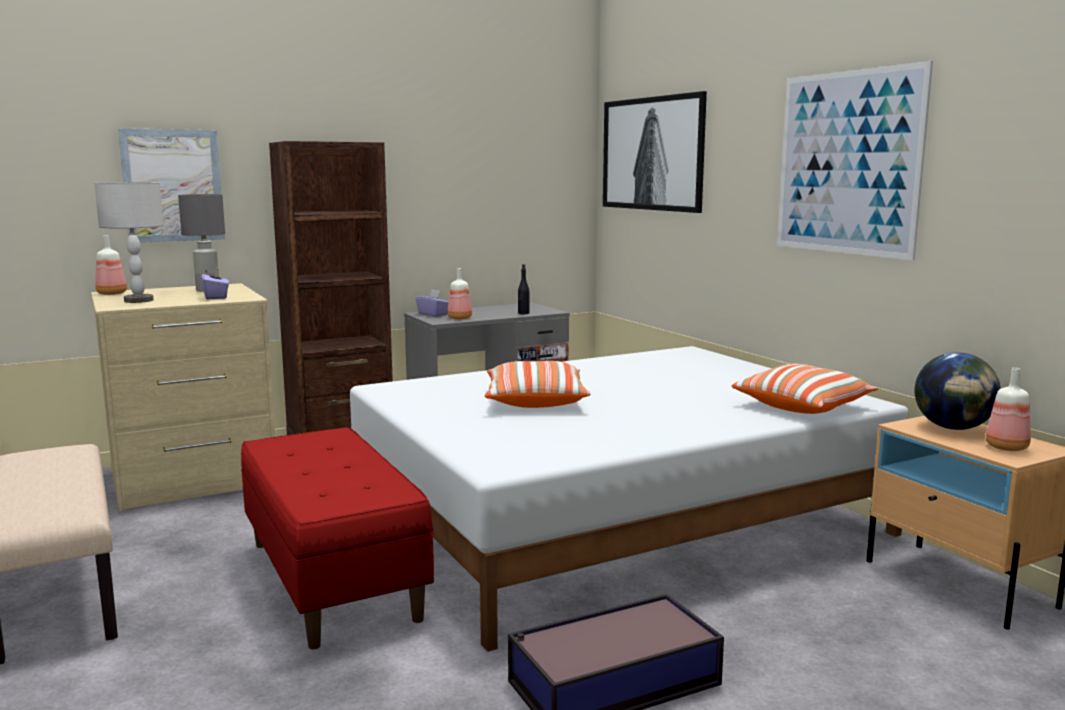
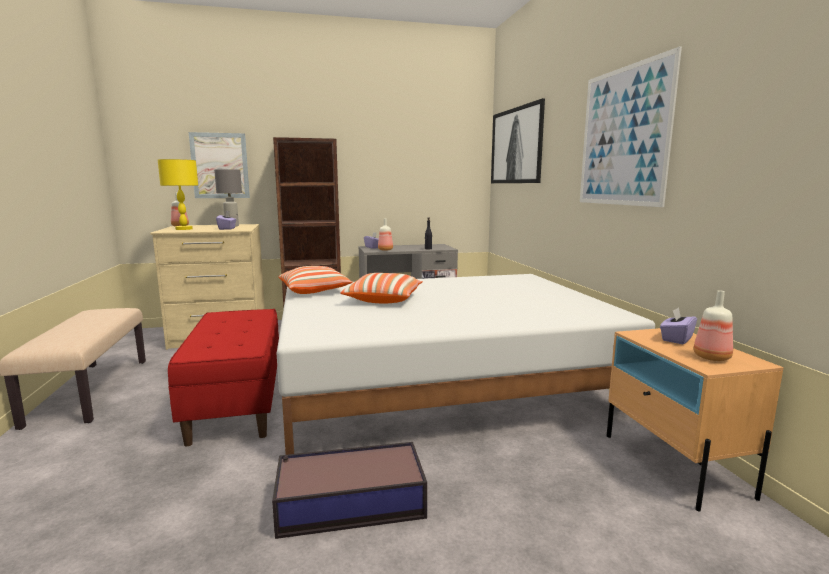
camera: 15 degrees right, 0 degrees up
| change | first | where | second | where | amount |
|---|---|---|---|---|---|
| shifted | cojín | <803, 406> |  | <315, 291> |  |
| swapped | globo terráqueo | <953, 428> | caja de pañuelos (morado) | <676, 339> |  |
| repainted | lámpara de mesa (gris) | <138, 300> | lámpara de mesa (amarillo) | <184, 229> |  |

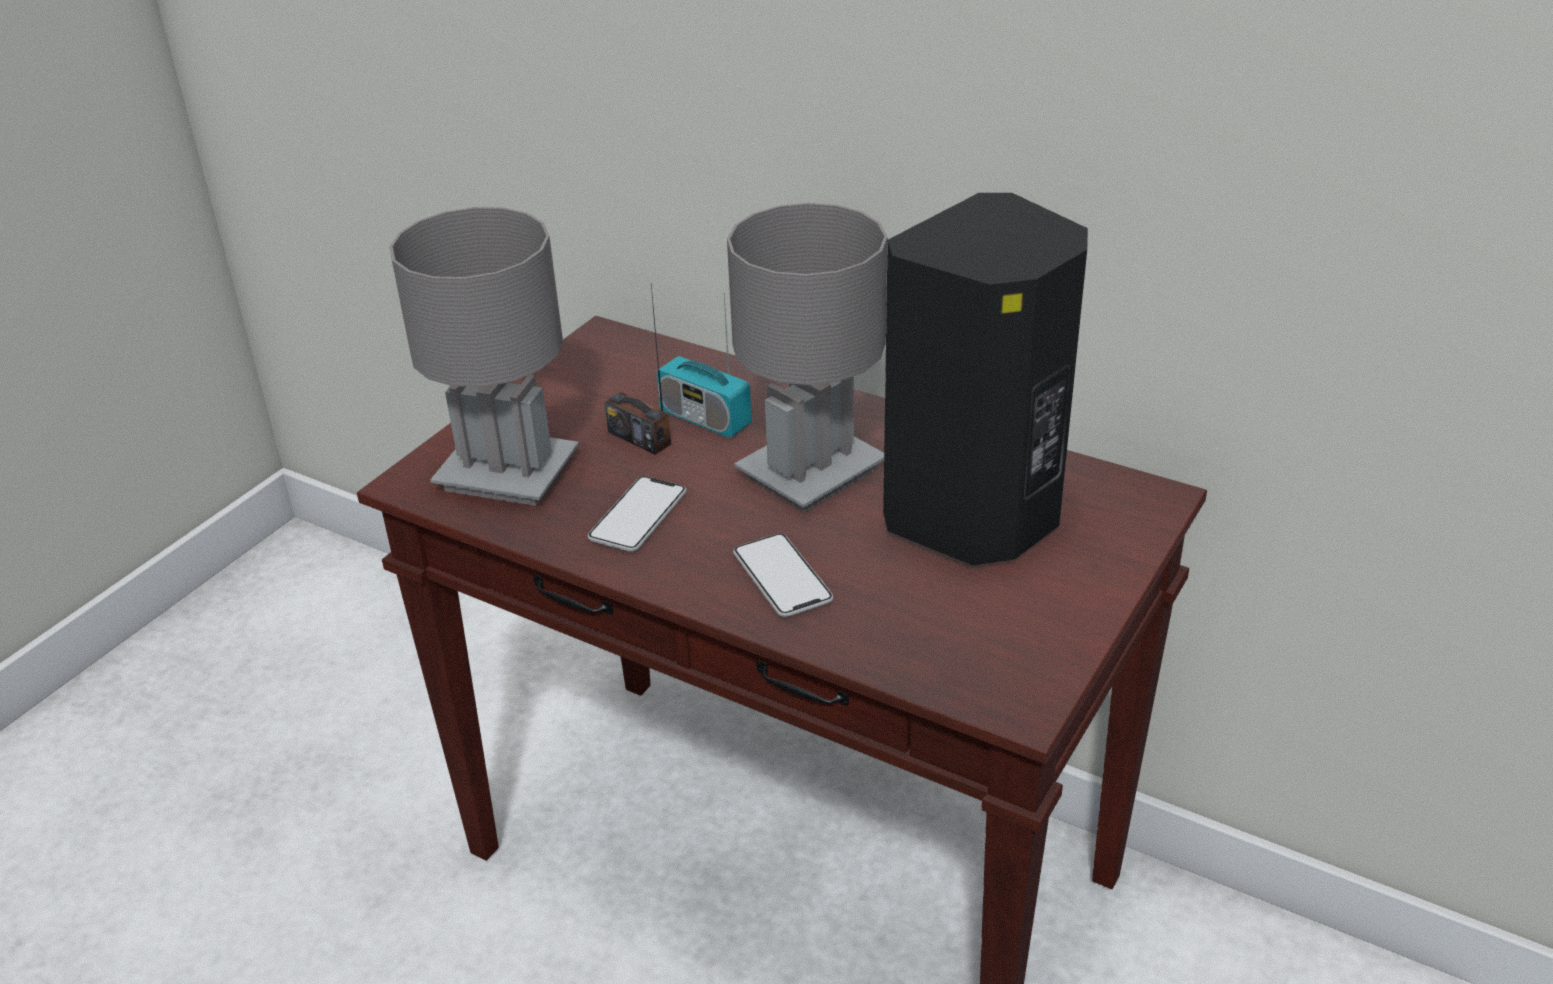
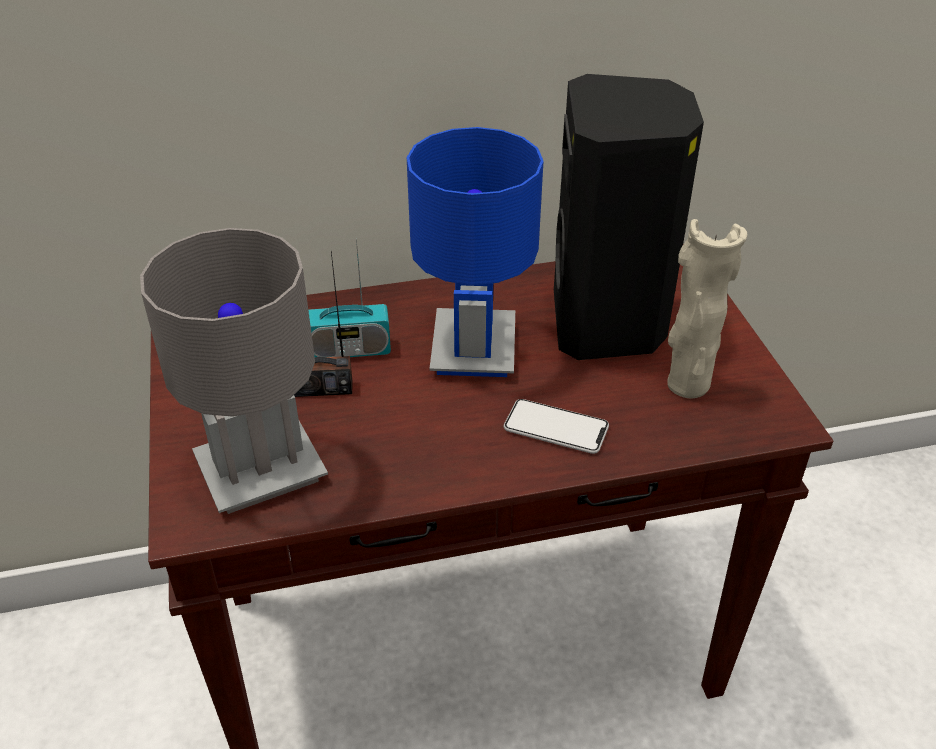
camera: 45 degrees left, 5 degrees up
| change | first | where | second | where | amount |
|---|---|---|---|---|---|
| gone | móvil | <638, 516> |  |  |  |
| new |  |  | florero (beis) | <687, 383> |  |
| repainted | lámpara de mesa (gris) | <812, 474> | lámpara de mesa (azul) | <475, 349> |  |

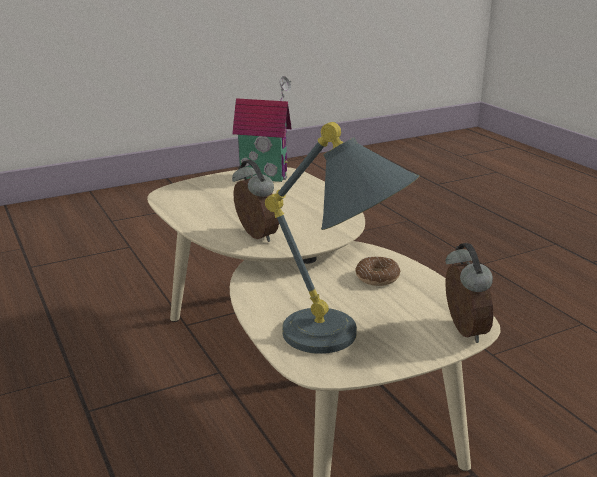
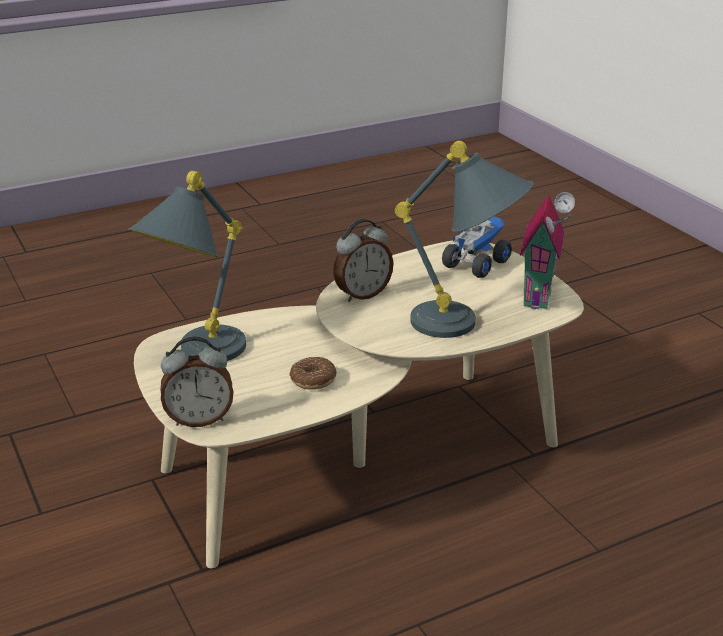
camera: 90 degrees right, 5 degrees up
| change | first | where | second | where | amount |
|---|---|---|---|---|---|
| new |  |  | lámpara de mesa (gris) | <466, 327> |  |
| new |  |  | camión de juguete | <476, 264> |  |

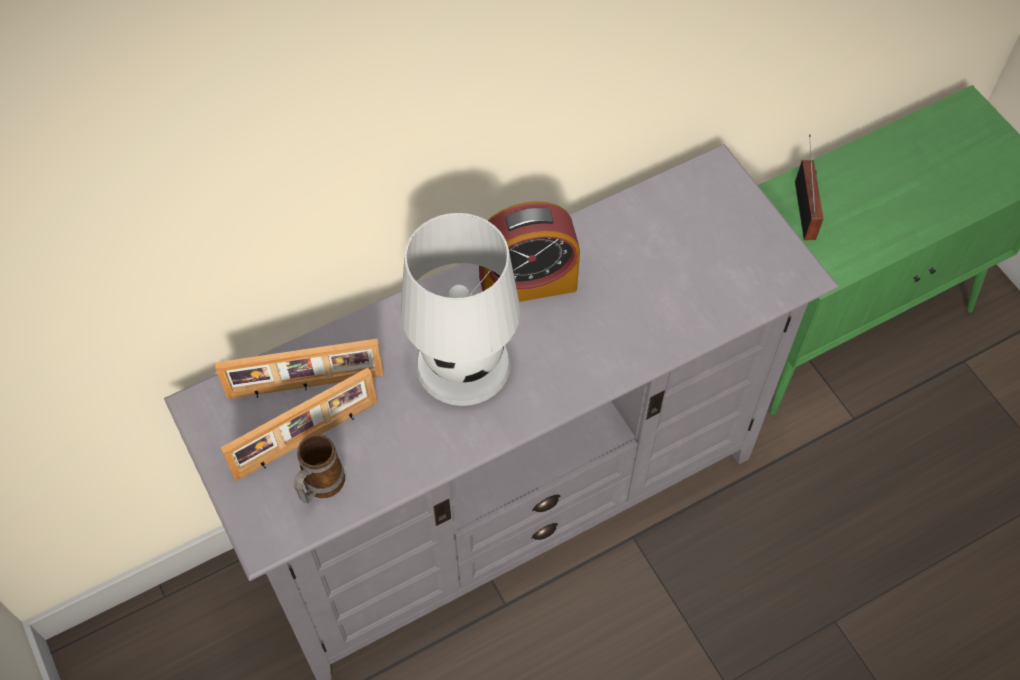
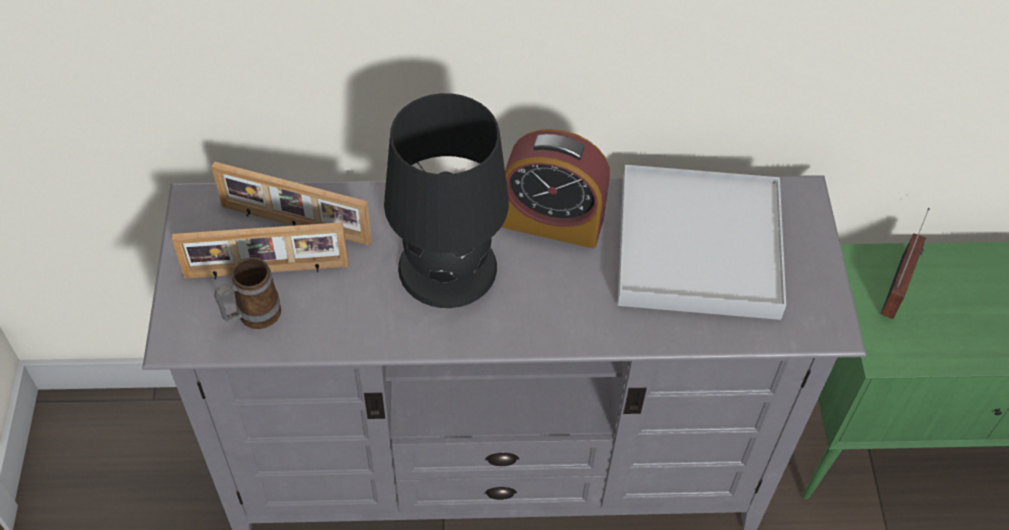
camera: 25 degrees right, 5 degrees down
| change | first | where | second | where | amount |
|---|---|---|---|---|---|
| new |  |  | bandeja (blanco) | <699, 246> |  |
| repainted | lámpara de mesa (blanco) | <463, 362> | lámpara de mesa (negro) | <448, 265> |  |

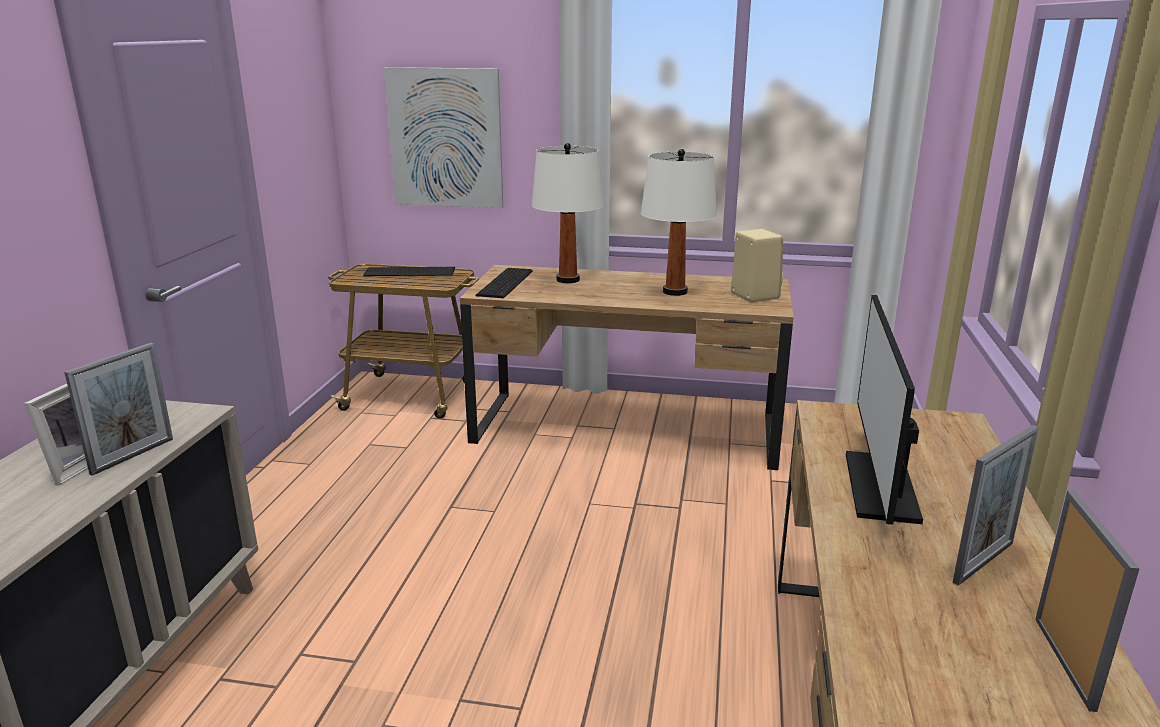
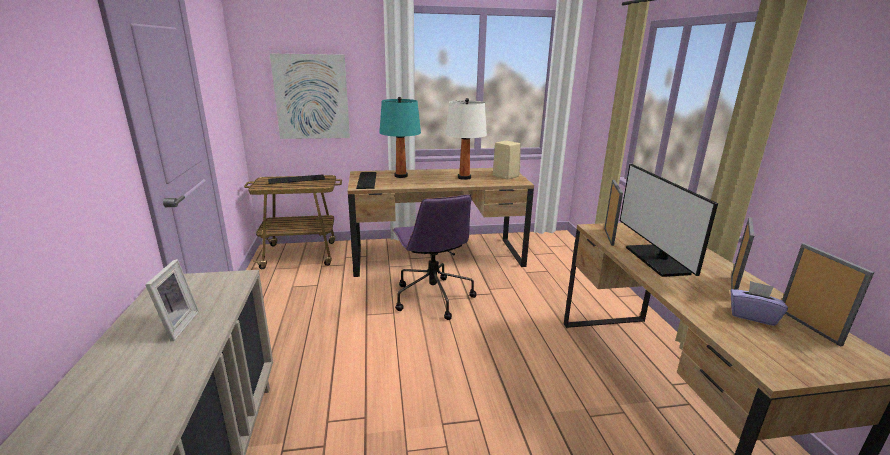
camera: 20 degrees left, 0 degrees up
| change | first | where | second | where | amount |
|---|---|---|---|---|---|
| new |  |  | silla de oficina (morado) | <432, 297> |  |
| new |  |  | caja de pañuelos (morado) | <752, 316> |  |
| shifted | portarretratos | <133, 456> |  | <608, 236> |  |
| repainted | lámpara de mesa (blanco) | <568, 280> | lámpara de mesa (turquesa) | <401, 176> |  |

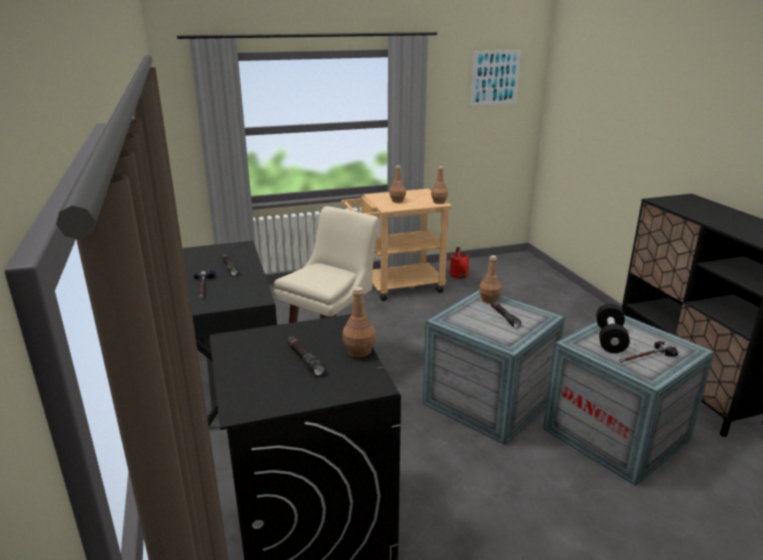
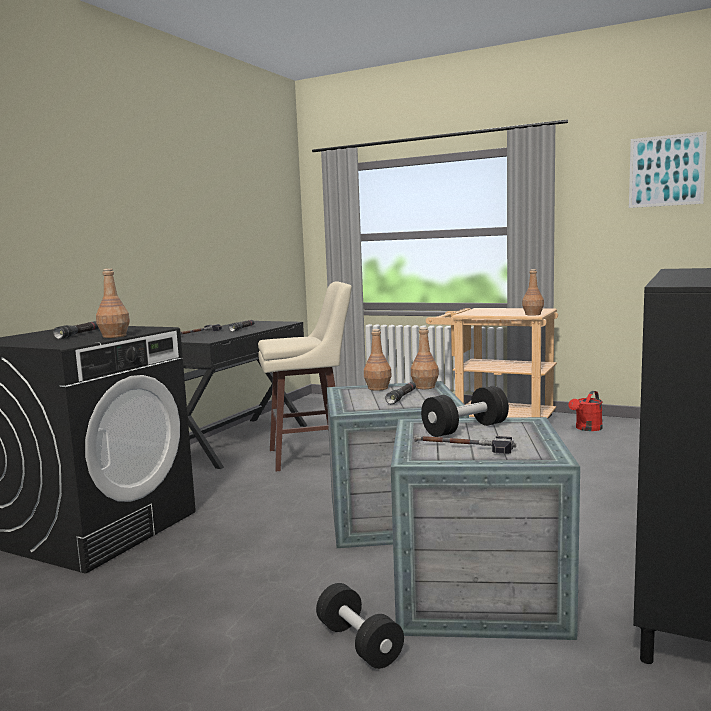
camera: 45 degrees right, 15 degrees down
| change | first | where | second | where | amount |
|---|---|---|---|---|---|
| new |  |  | mancuerna (negro) | <359, 643> |  |
| shifted | botella (marrón) | <397, 201> |  | <377, 388> |  |

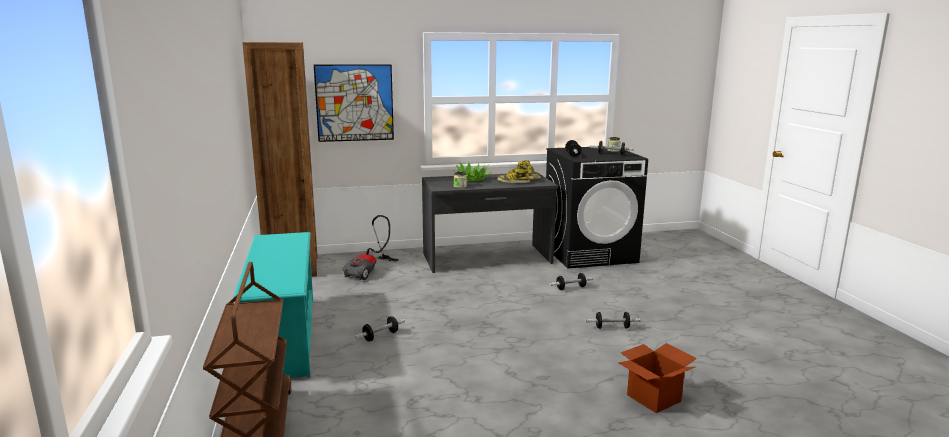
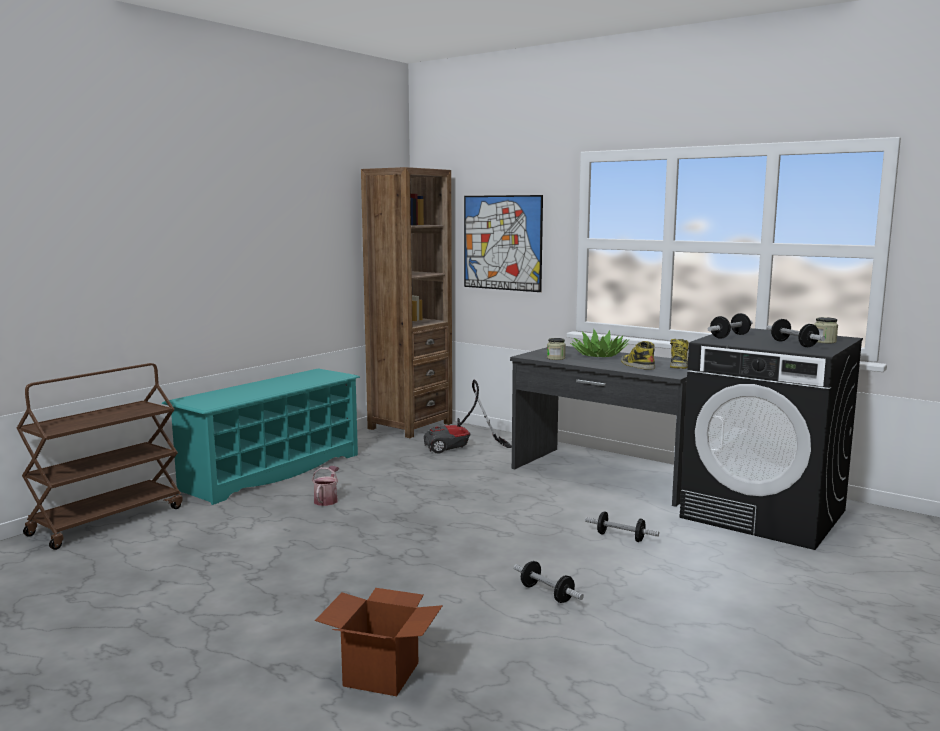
camera: 50 degrees right, 5 degrees down
| change | first | where | second | where | amount |
|---|---|---|---|---|---|
| swapped | mancuerna | <380, 336> | regadera | <327, 500> |  |

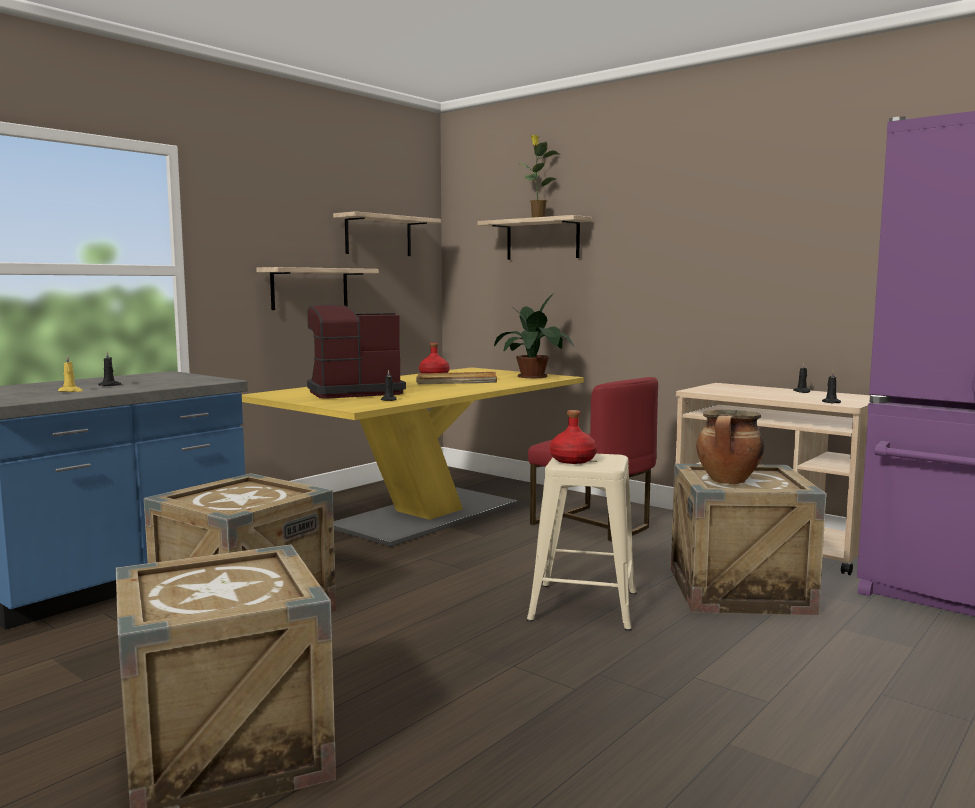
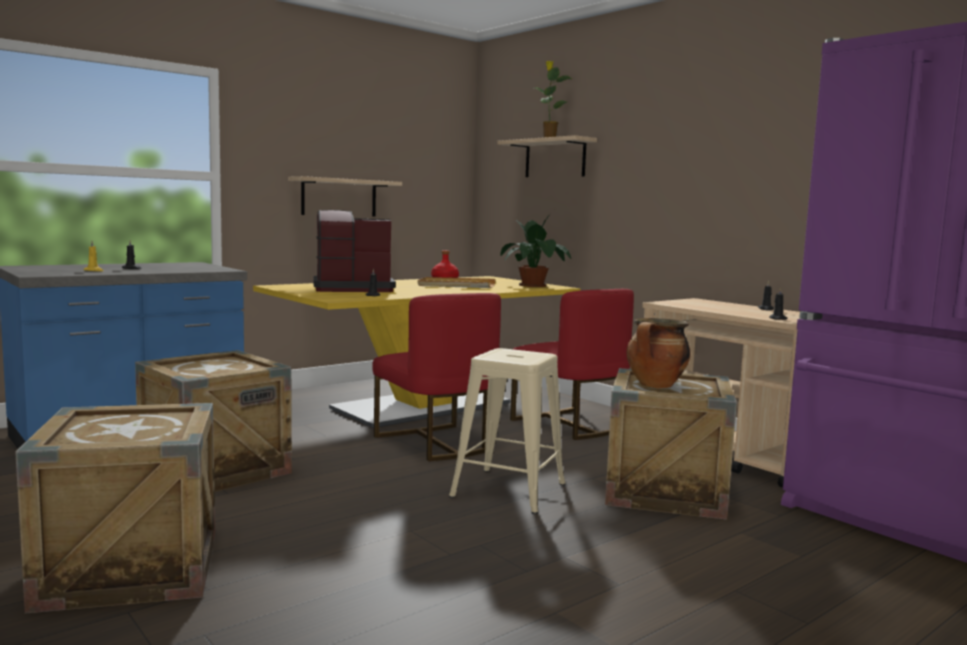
camera: 10 degrees right, 0 degrees up
| change | first | where | second | where | amount |
|---|---|---|---|---|---|
| gone | estante | <378, 236> |  |  |  |
| gone | botella (rojo) | <572, 460> |  |  |  |
| new |  |  | silla (rojo) | <435, 443> |  |

